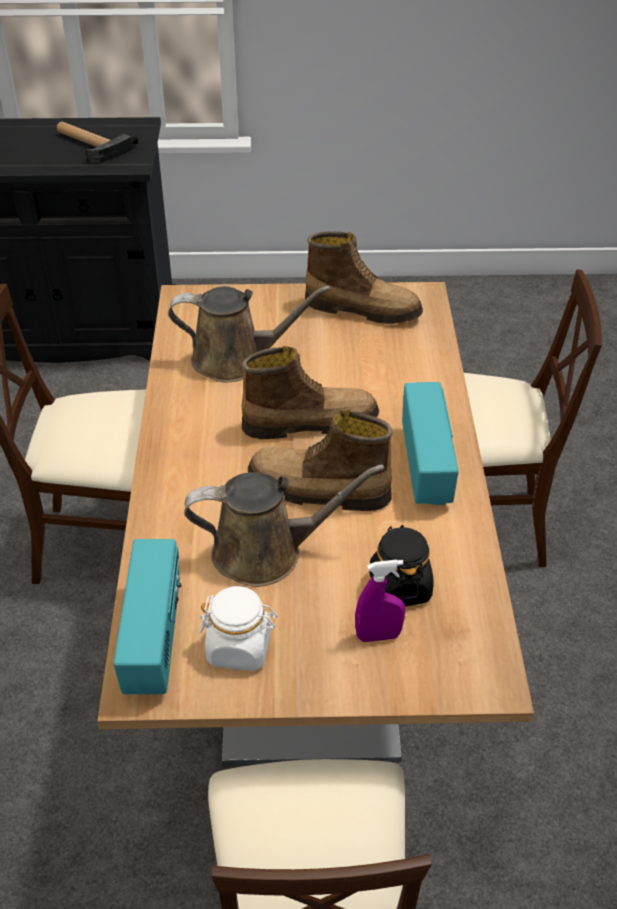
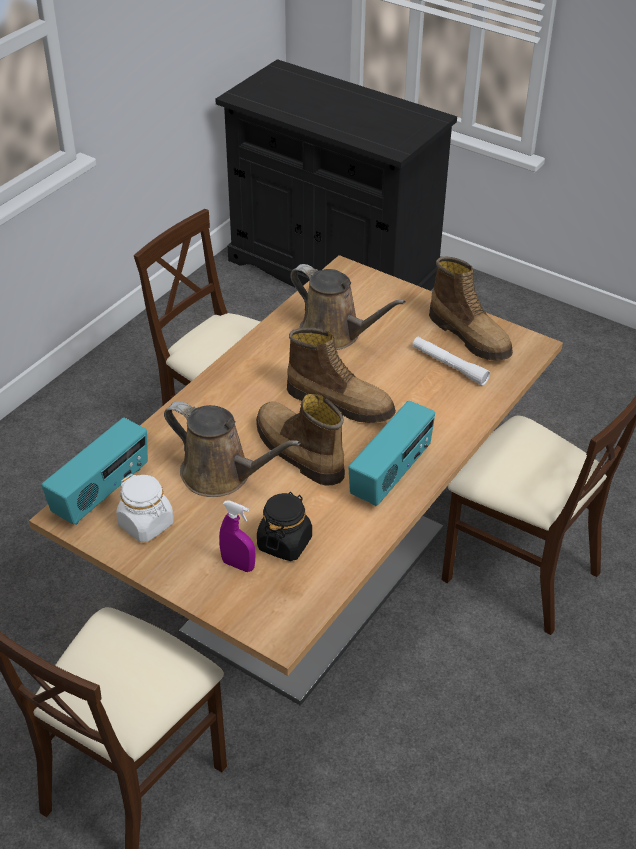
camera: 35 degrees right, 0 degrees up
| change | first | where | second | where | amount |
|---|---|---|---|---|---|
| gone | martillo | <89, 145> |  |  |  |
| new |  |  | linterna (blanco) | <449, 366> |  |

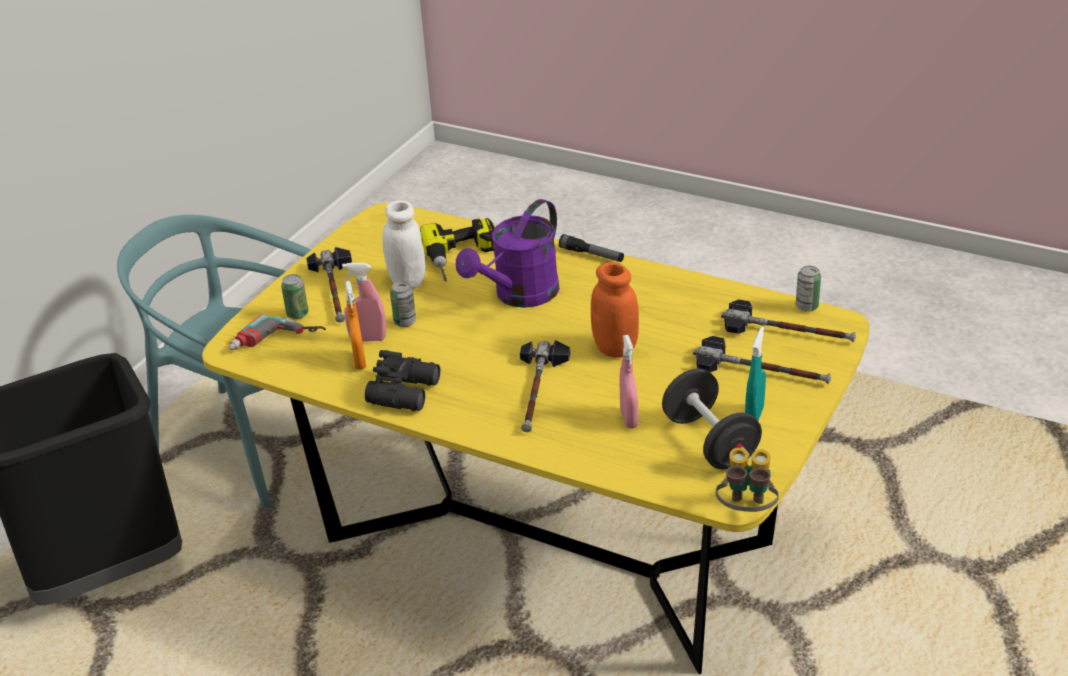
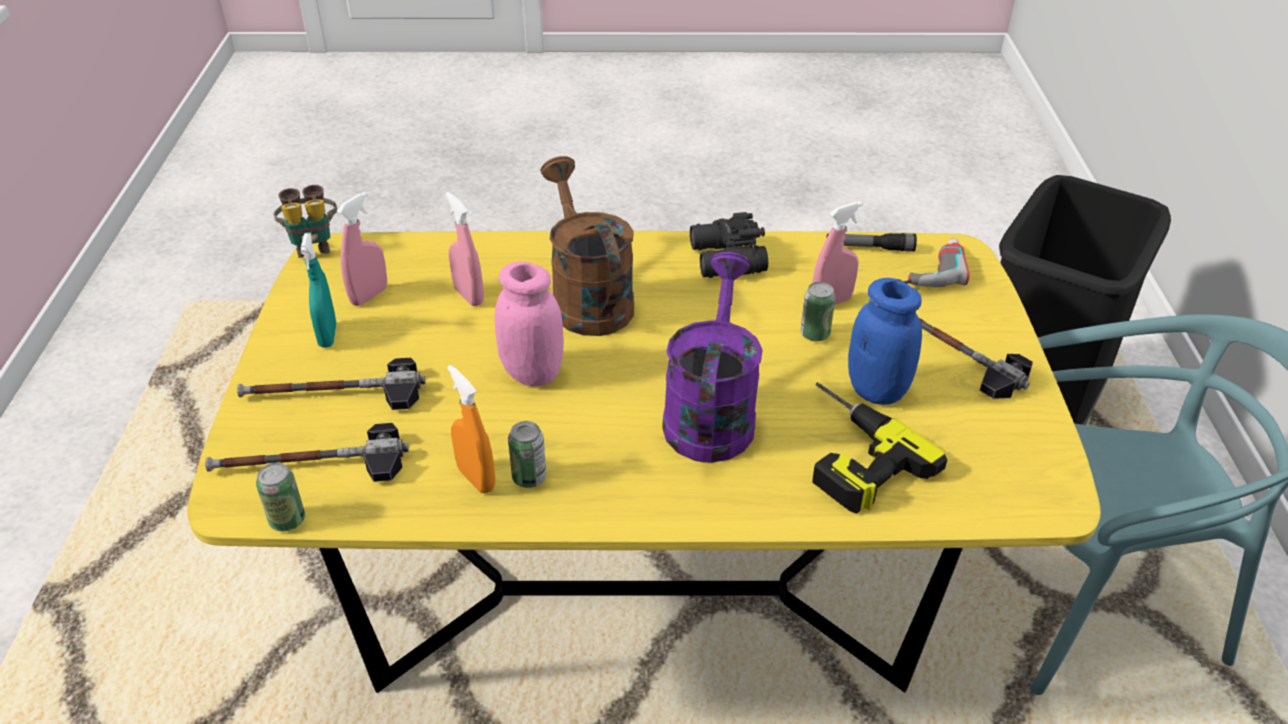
camera: 150 degrees right, 5 degrees up
| change | first | where | second | where | amount |
|---|---|---|---|---|---|
| shifted | lata | <297, 314> |  | <529, 478> |  |
| shifted | pulverizador (naranja) | <359, 361> |  | <476, 479> |  |
| shifted | linterna | <591, 255> |  | <869, 248> |  |
| swapped | martillo | <538, 391> | regadera (marrón) | <587, 298> |  |
| swapped | mancuerna (negro) | <710, 442> | pulverizador (rosa) | <369, 296> |  |
| repainted | tarro (blanco) | <407, 282> | tarro (azul) | <877, 390> |  |
| repainted | tarro (naranja) | <615, 348> | tarro (rosa) | <532, 373> |  |

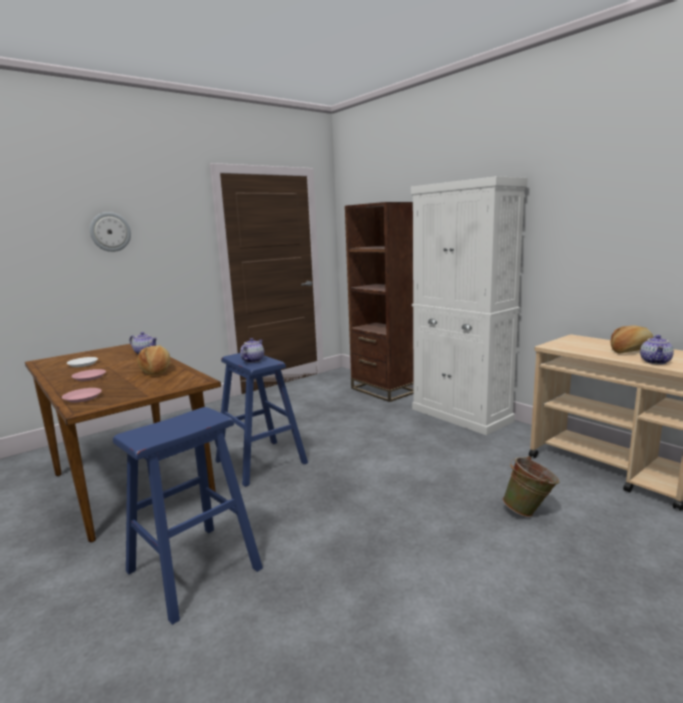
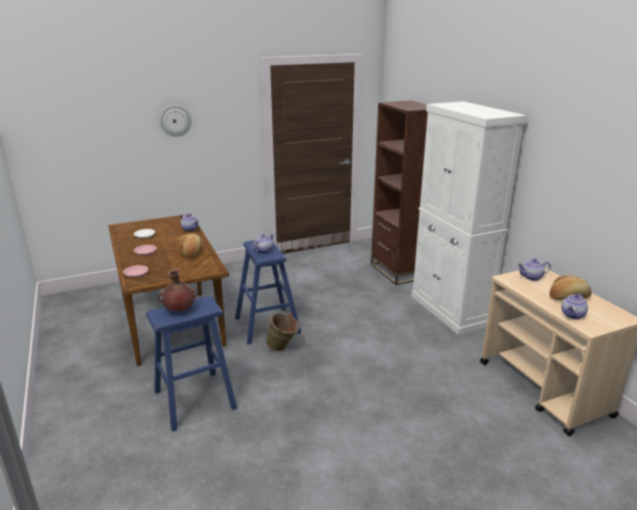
camera: 15 degrees right, 10 degrees up
| change | first | where | second | where | amount |
|---|---|---|---|---|---|
| new |  |  | florero (marrón) | <179, 310> |  |
| new |  |  | tetera | <532, 277> |  |
| shifted | cubo (verde) | <529, 512> |  | <283, 348> |  |

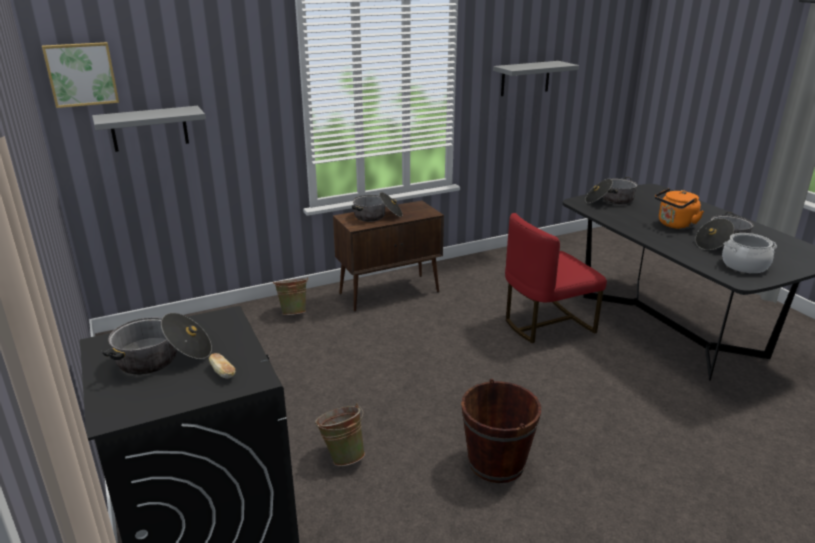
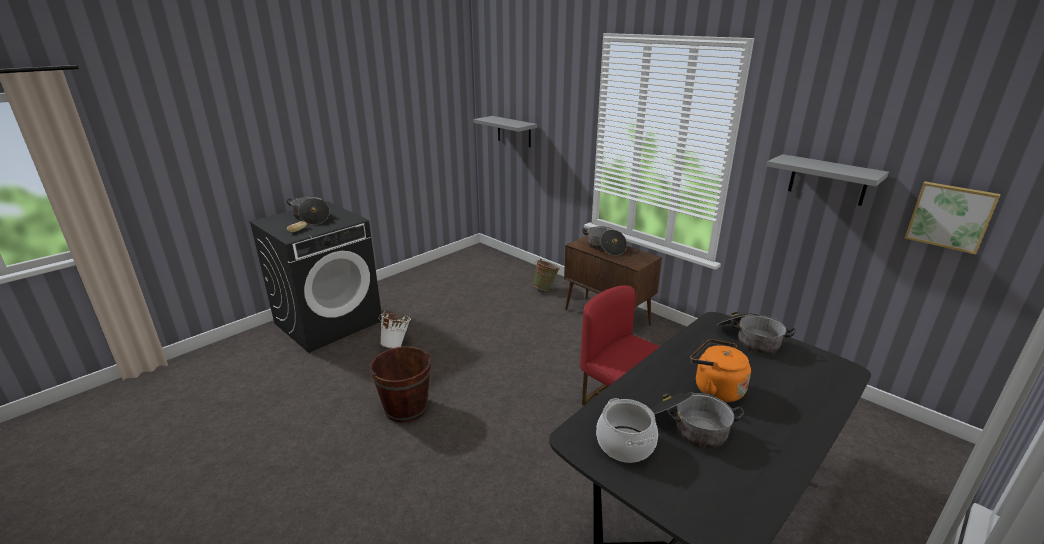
camera: 70 degrees right, 0 degrees up
| change | first | where | second | where | amount |
|---|---|---|---|---|---|
| shifted | cuadro | <81, 74> |  | <950, 216> |  |
| repainted | cubo (verde) | <342, 456> | cubo (blanco) | <397, 344> |  |

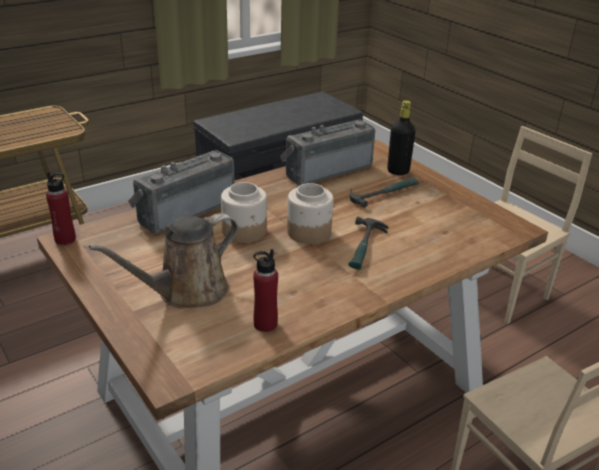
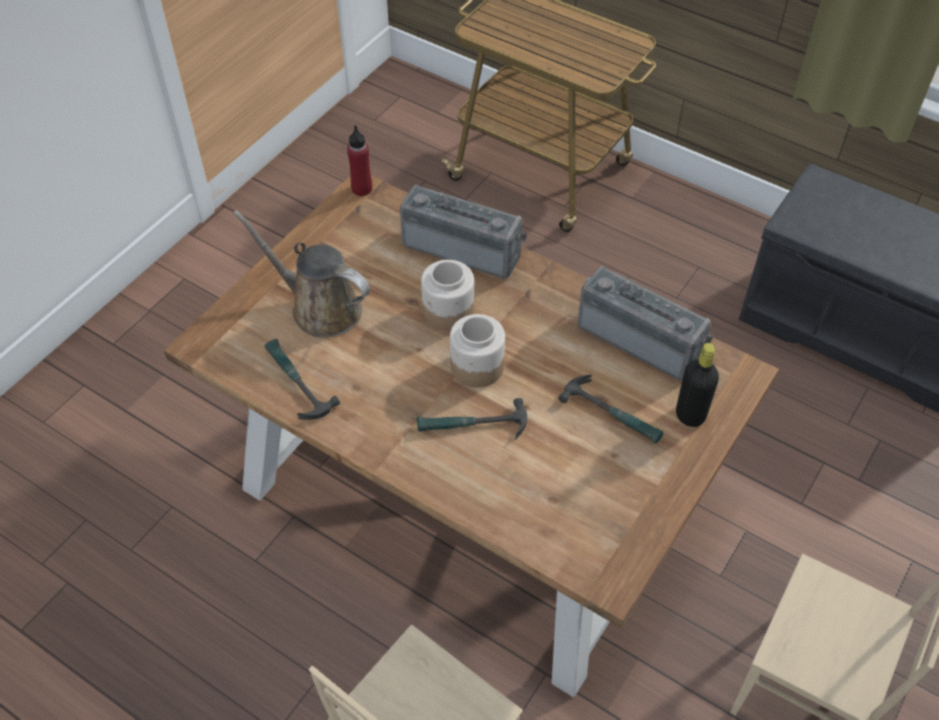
camera: 70 degrees right, 20 degrees up
| change | first | where | second | where | amount |
|---|---|---|---|---|---|
| swapped | botella (rojo) | <265, 324> | martillo | <295, 382> |  |

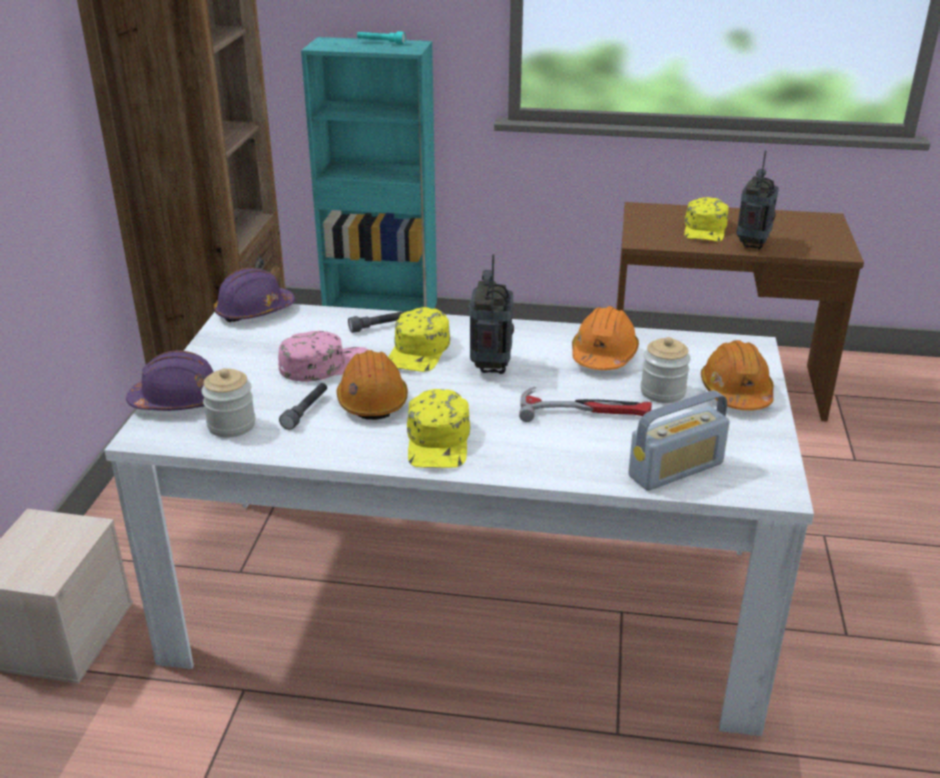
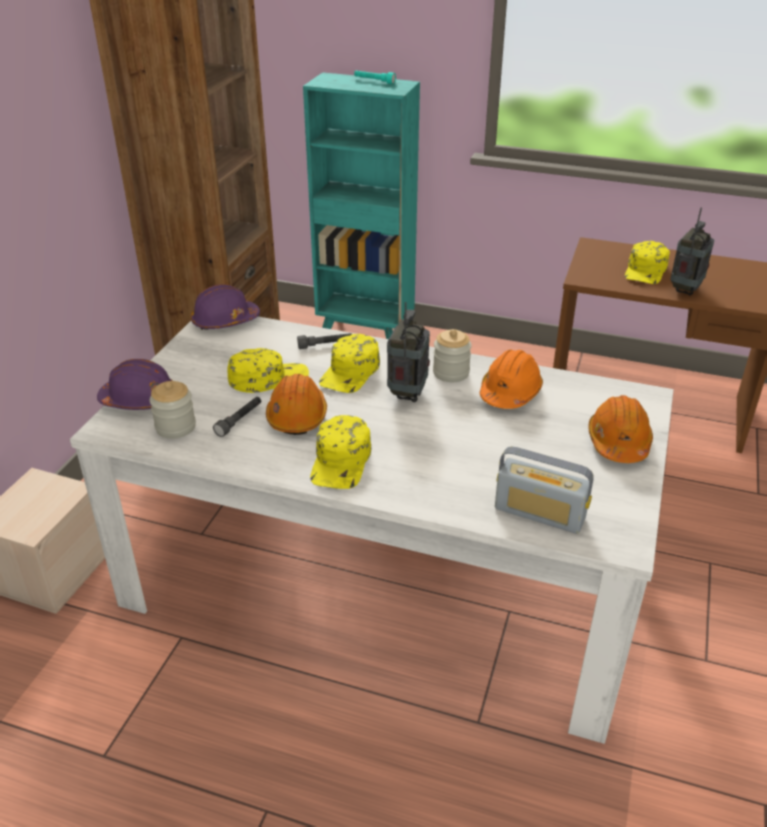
camera: 10 degrees right, 5 degrees up
| change | first | where | second | where | amount |
|---|---|---|---|---|---|
| gone | martillo | <585, 410> |  |  |  |
| shifted | tarro | <662, 392> |  | <451, 373> |  |
| repainted | gorra (rosa) | <325, 365> | gorra (amarillo) | <268, 378> |  |
| rotated | radio | <676, 469> |  | <539, 513> | 45 degrees clockwise |

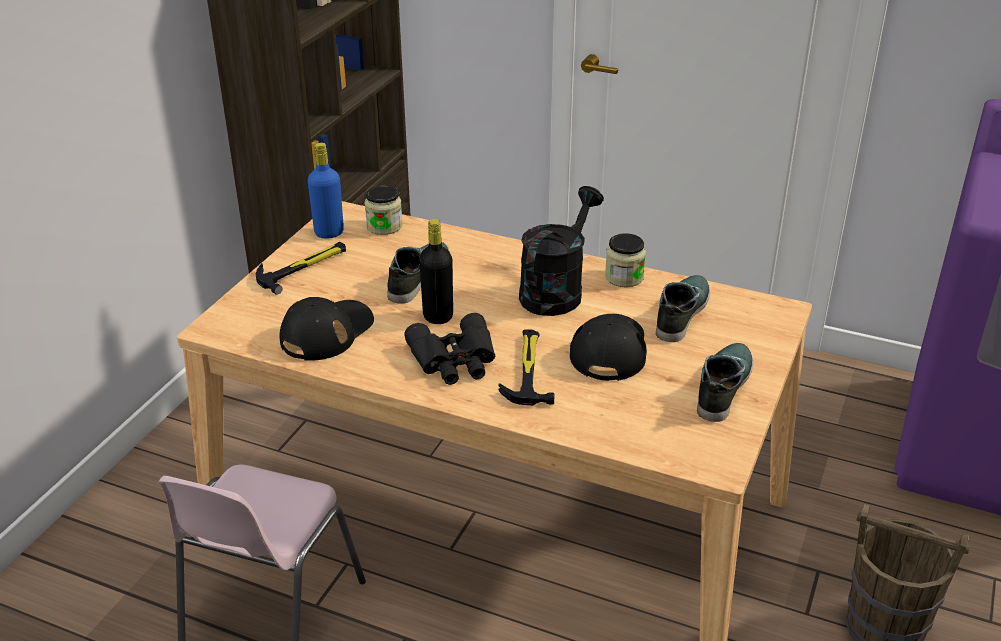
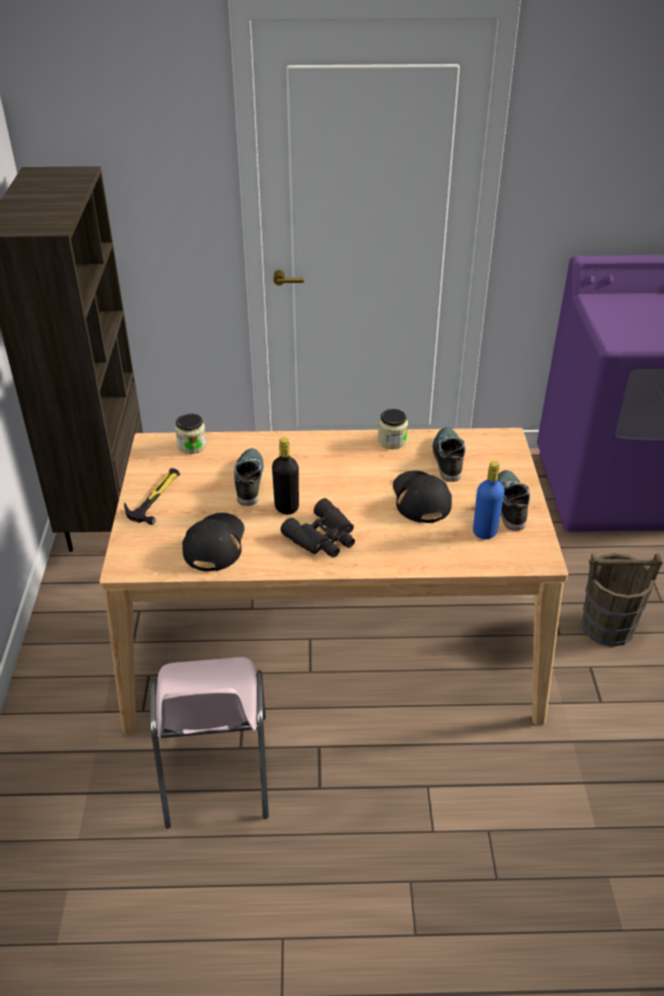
camera: 25 degrees left, 5 degrees up
| change | first | where | second | where | amount |
|---|---|---|---|---|---|
| gone | martillo | <528, 369> |  |  |  |
| gone | regadera (negro) | <556, 290> |  |  |  |
| shifted | botella (azul) | <329, 232> |  | <485, 532> |  |

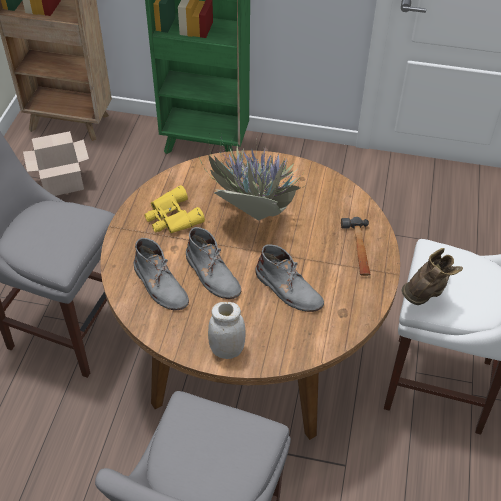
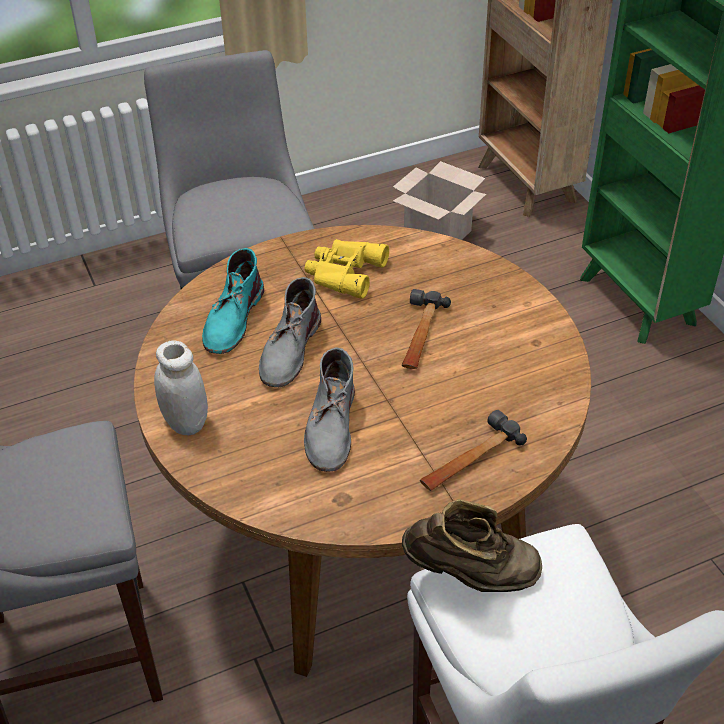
camera: 55 degrees right, 5 degrees down
| change | first | where | second | where | amount |
|---|---|---|---|---|---|
| swapped | planta en maceta | <253, 216> | martillo | <419, 335> |  |
| repainted | bota (gris) | <160, 285> | bota (turquesa) | <233, 319> |  |

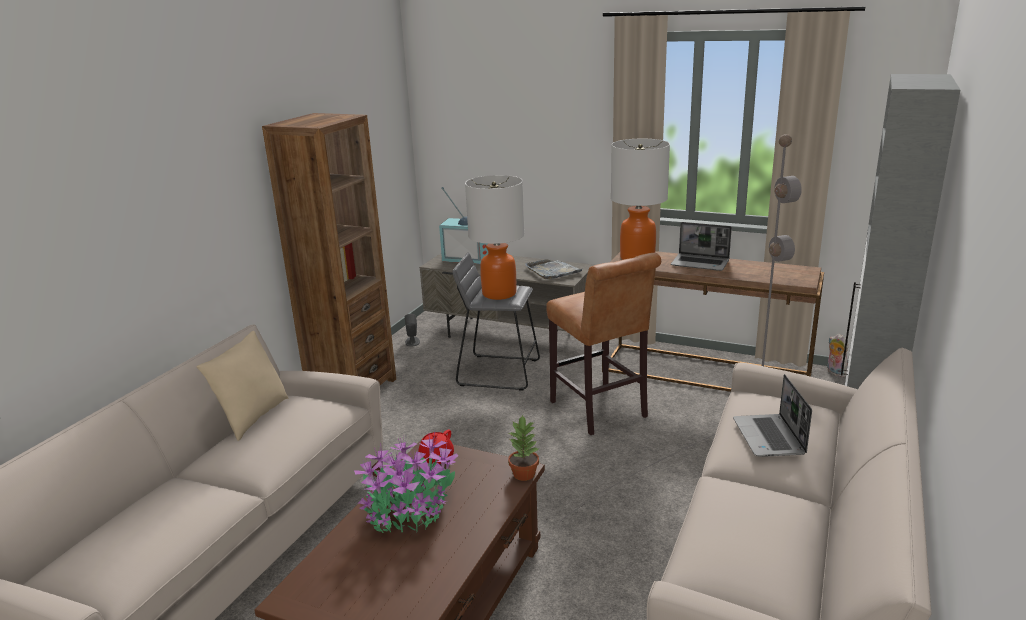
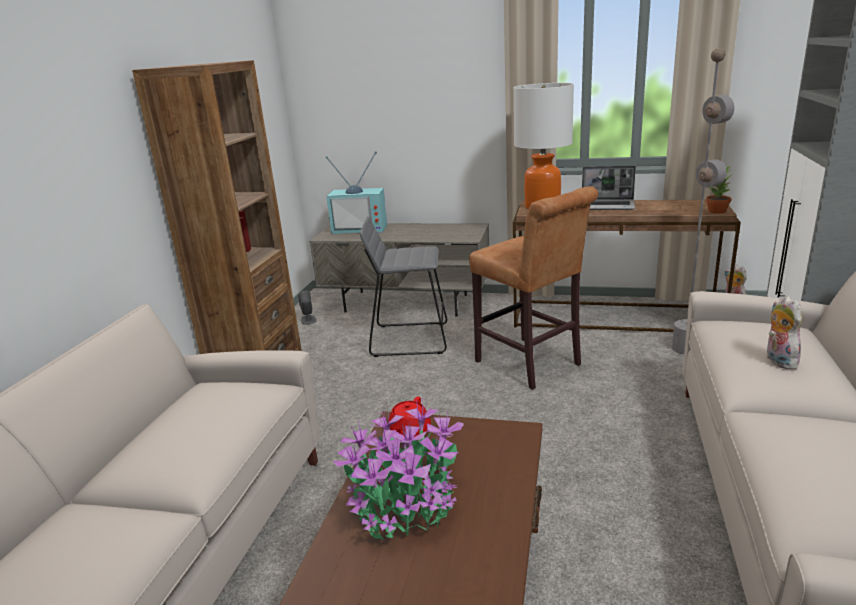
camera: 10 degrees left, 0 degrees up
| change | first | where | second | where | amount |
|---|---|---|---|---|---|
| gone | cojín (beis) | <252, 418> |  |  |  |
| gone | lámpara de mesa | <499, 293> |  |  |  |
| gone | bandeja (gris) | <553, 271> |  |  |  |
| shifted | planta en maceta | <524, 474> |  | <717, 211> |  |
| swapped | portátil | <770, 437> | peluche | <778, 361> |  |

